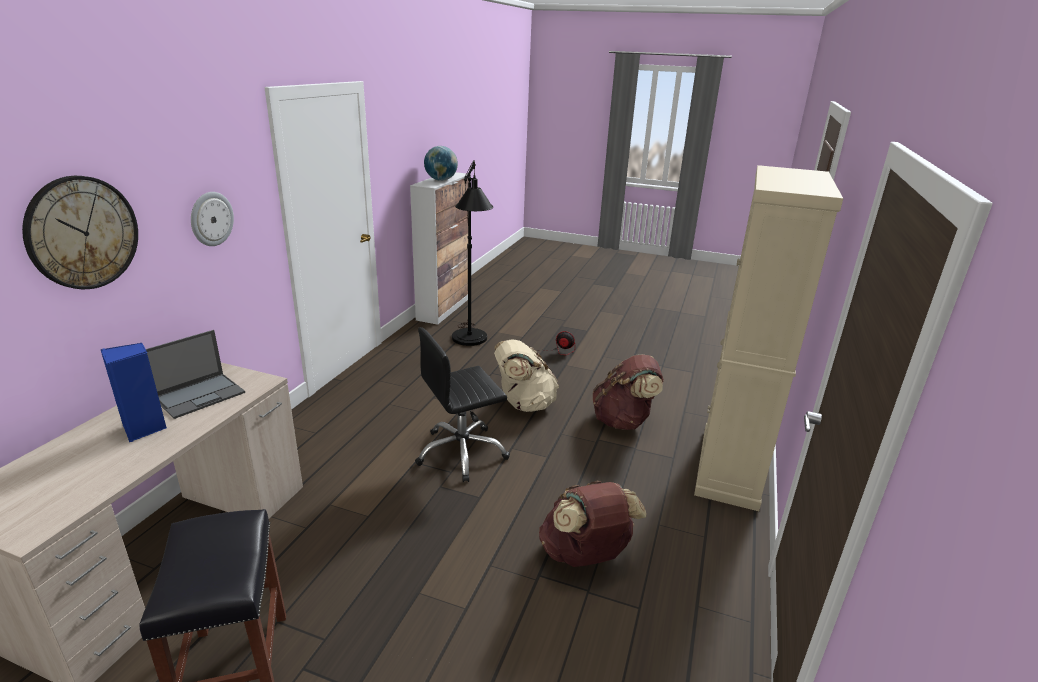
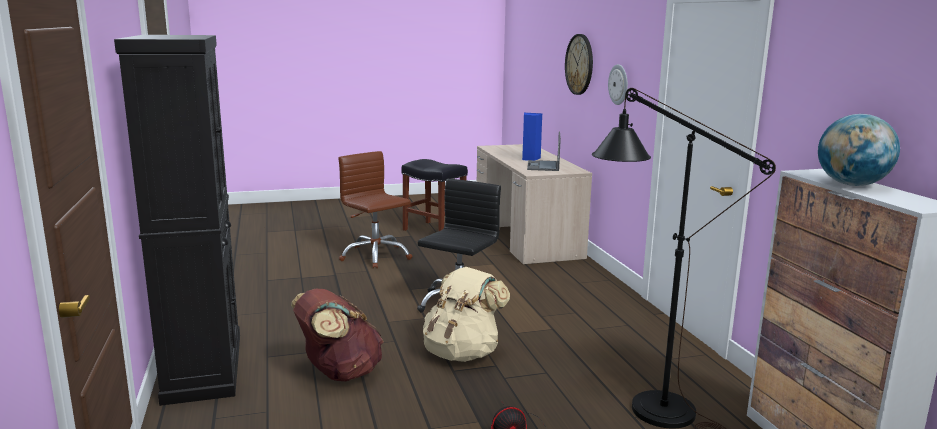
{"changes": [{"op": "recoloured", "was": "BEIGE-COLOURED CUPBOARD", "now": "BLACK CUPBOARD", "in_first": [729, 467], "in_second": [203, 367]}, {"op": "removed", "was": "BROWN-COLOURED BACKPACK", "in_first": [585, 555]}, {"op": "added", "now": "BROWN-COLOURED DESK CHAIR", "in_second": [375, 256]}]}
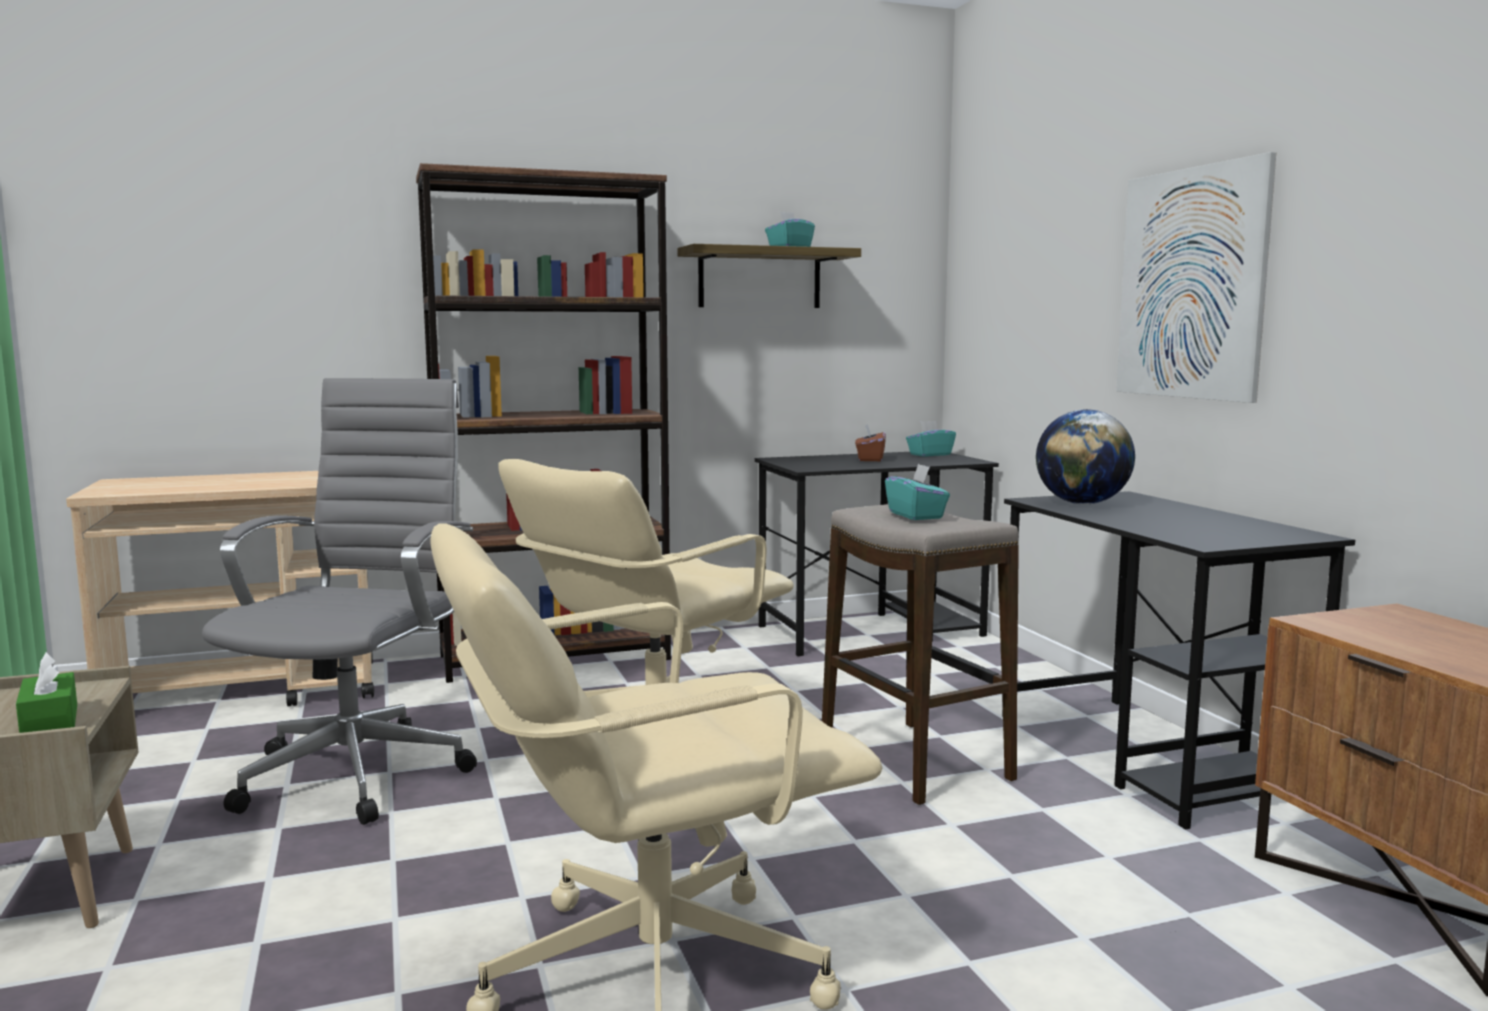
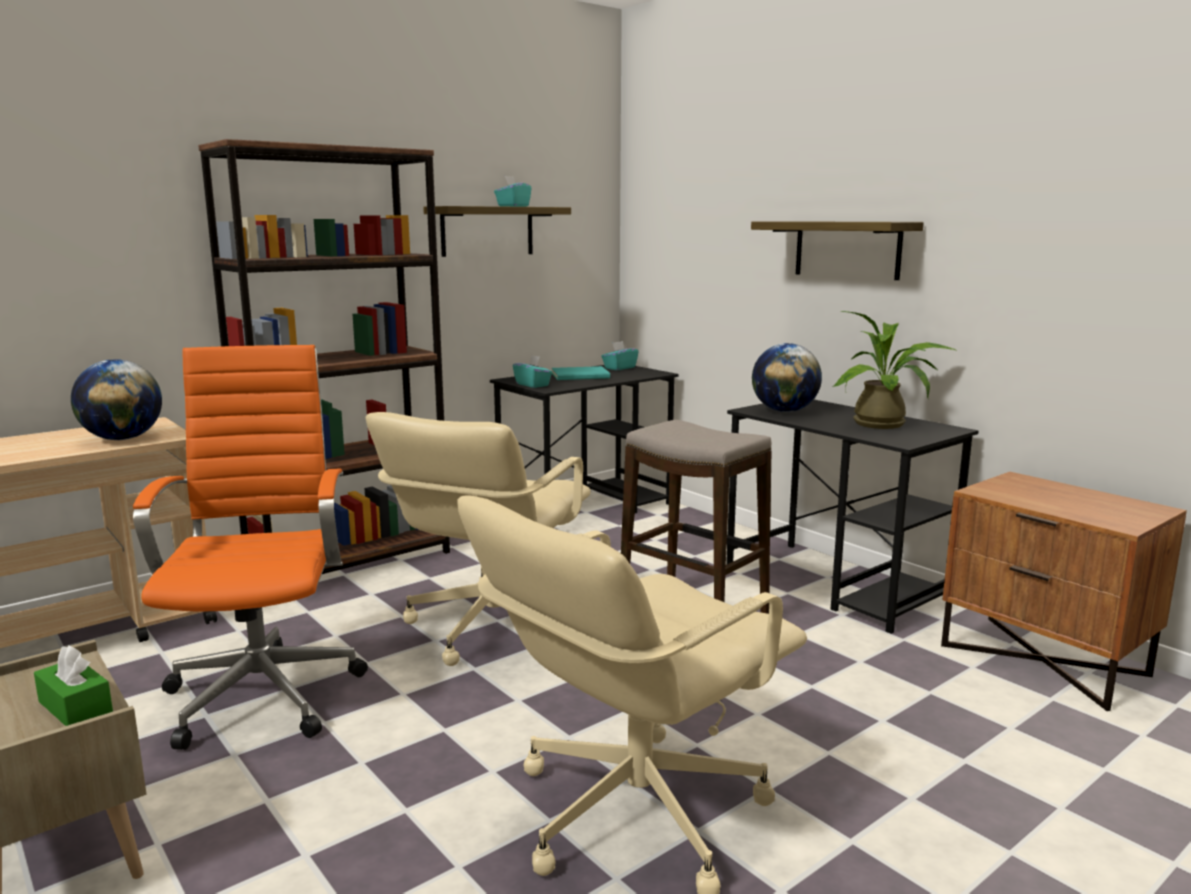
{"changes": [{"op": "replaced", "was": "PICTURE", "now": "SHELF", "in_first": [1191, 284], "in_second": [847, 249]}, {"op": "recoloured", "was": "GREYISH DESK CHAIR", "now": "ORANGEY DESK CHAIR", "in_first": [360, 771], "in_second": [265, 692]}, {"op": "replaced", "was": "BROWN-COLOURED TISSUE HOLDER", "now": "TURQUOISE BOUND BOOK", "in_first": [870, 459], "in_second": [582, 376]}, {"op": "moved", "was": "TURQUOISE TISSUE HOLDER", "in_first": [916, 515], "in_second": [532, 385]}, {"op": "added", "now": "POTTED PLANT", "in_second": [886, 425]}, {"op": "added", "now": "DESK GLOBE", "in_second": [122, 439]}]}
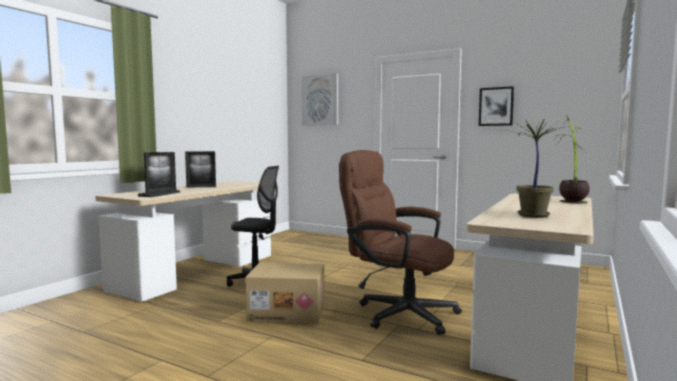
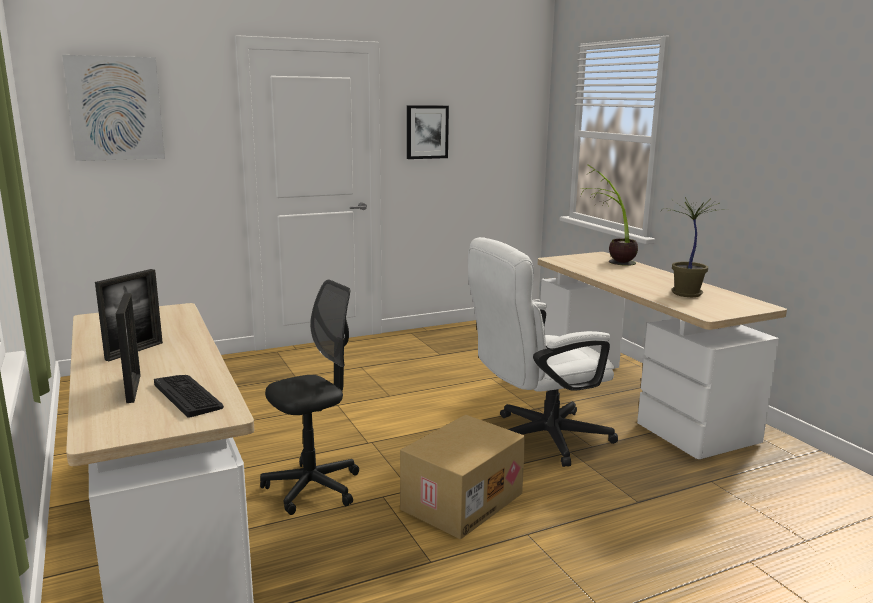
{"changes": [{"op": "recoloured", "was": "BROWN-COLOURED DESK CHAIR", "now": "WHITE DESK CHAIR", "in_first": [398, 312], "in_second": [537, 438]}]}
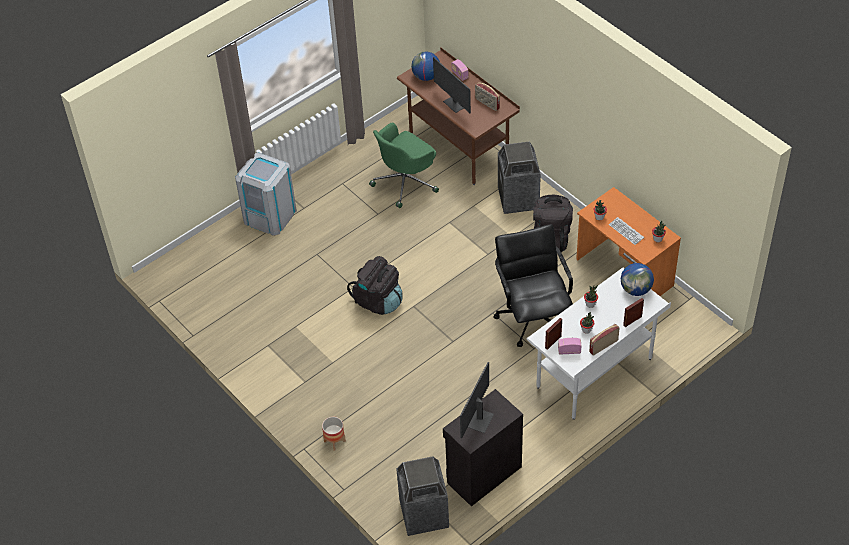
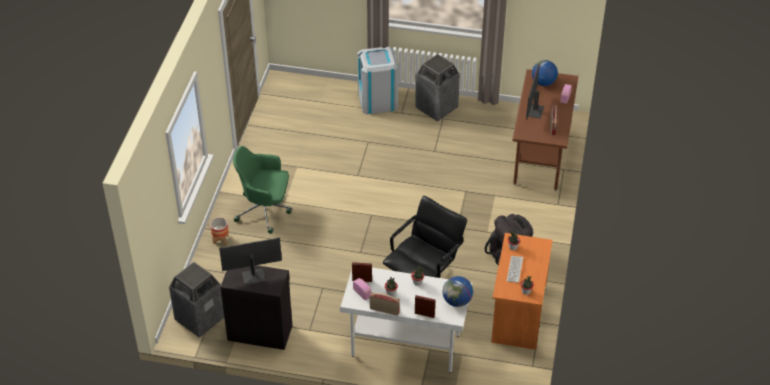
{"changes": [{"op": "moved", "was": "GREEN-COLOURED DESK CHAIR", "in_first": [405, 182], "in_second": [265, 210]}, {"op": "moved", "was": "TRASH CAN", "in_first": [518, 199], "in_second": [436, 108]}, {"op": "removed", "was": "BLACK BACKPACK", "in_first": [378, 301]}]}
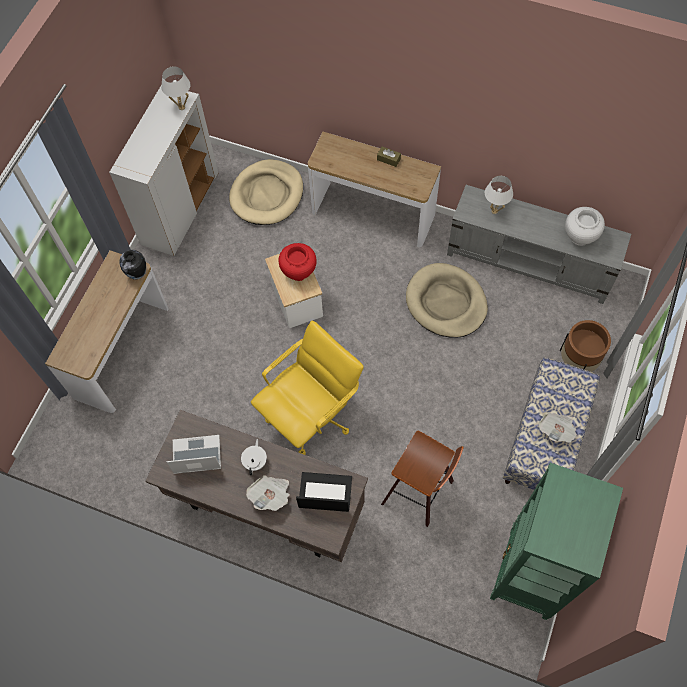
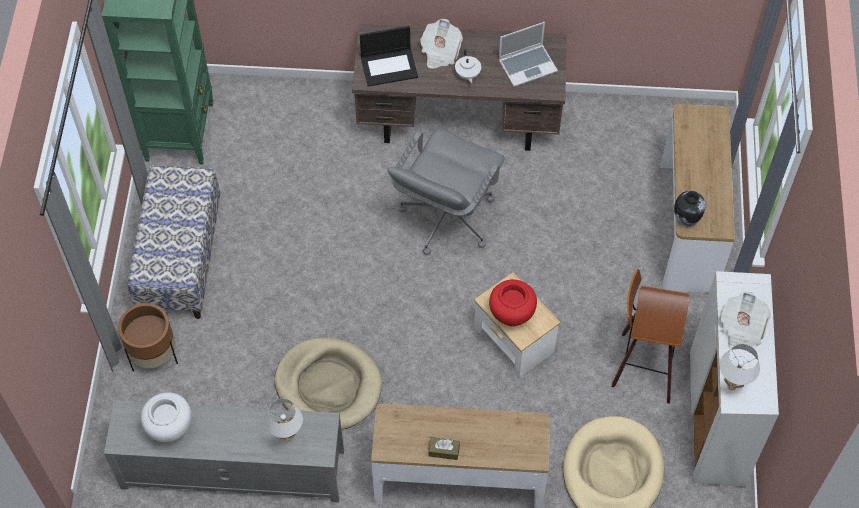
{"changes": [{"op": "recoloured", "was": "YELLOWISH DESK CHAIR", "now": "GREYISH DESK CHAIR", "in_first": [311, 415], "in_second": [446, 218]}, {"op": "moved", "was": "NEWSPAPER", "in_first": [557, 430], "in_second": [741, 328]}, {"op": "moved", "was": "STOOL SEAT", "in_first": [420, 491], "in_second": [643, 365]}]}
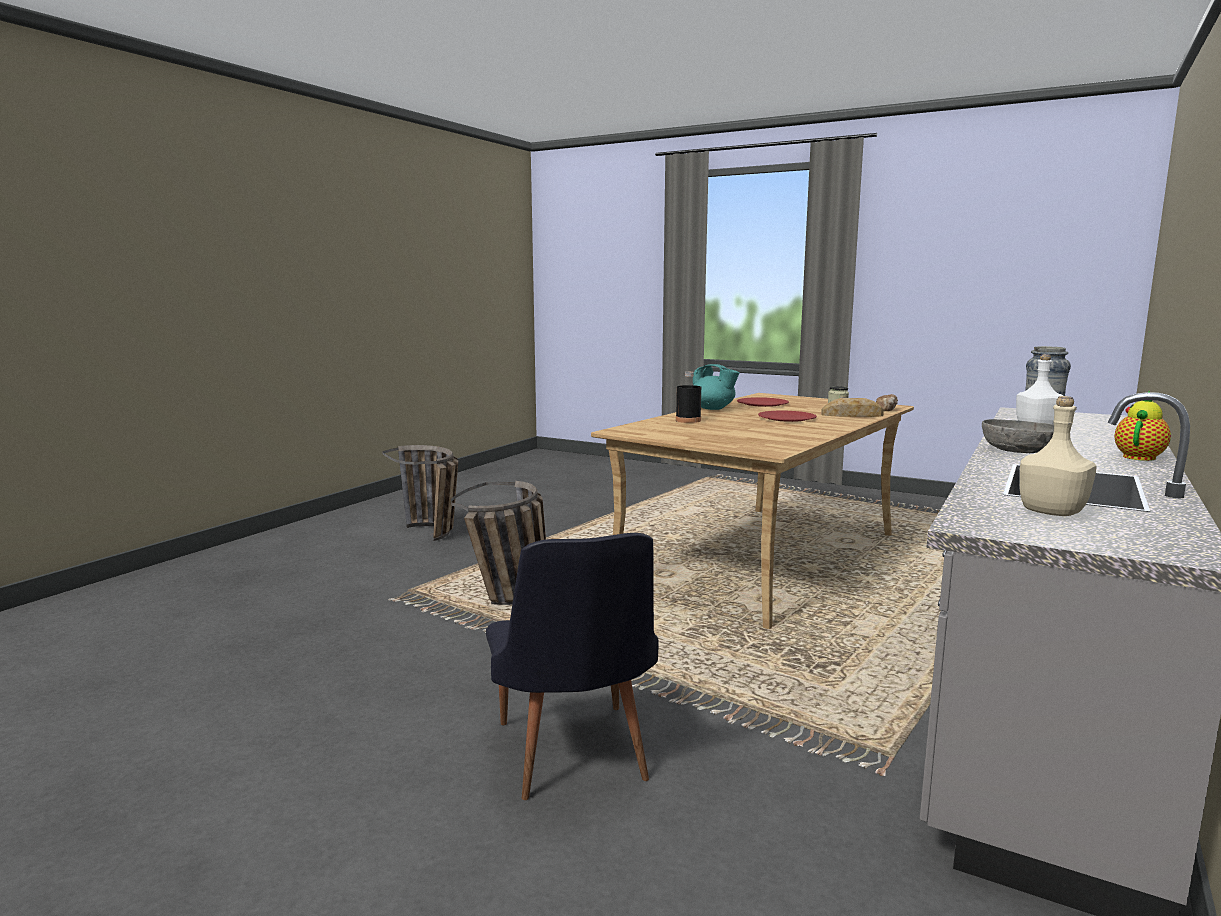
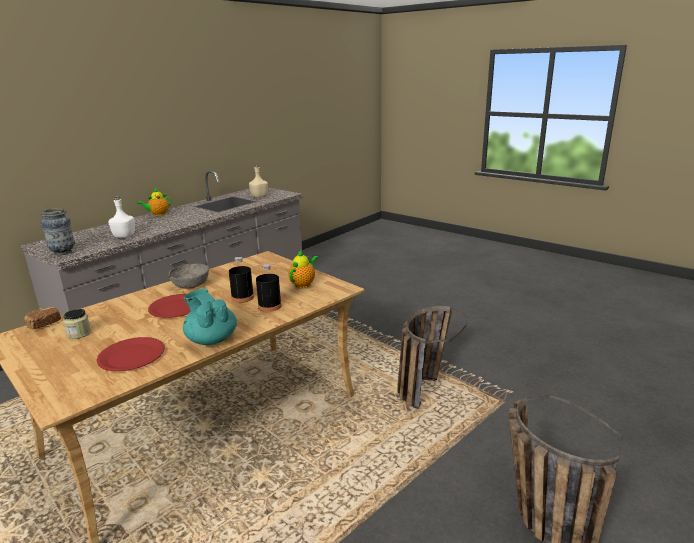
{"changes": [{"op": "removed", "was": "BREAD", "in_first": [852, 415]}, {"op": "moved", "was": "GREYISH SERVING BOWL", "in_first": [1018, 451], "in_second": [190, 285]}, {"op": "removed", "was": "BLACK PLAIN CHAIR", "in_first": [573, 760]}, {"op": "added", "now": "POT FOR TEA", "in_second": [303, 284]}, {"op": "added", "now": "BLACK BEVERAGE BOTTLE", "in_second": [242, 297]}]}
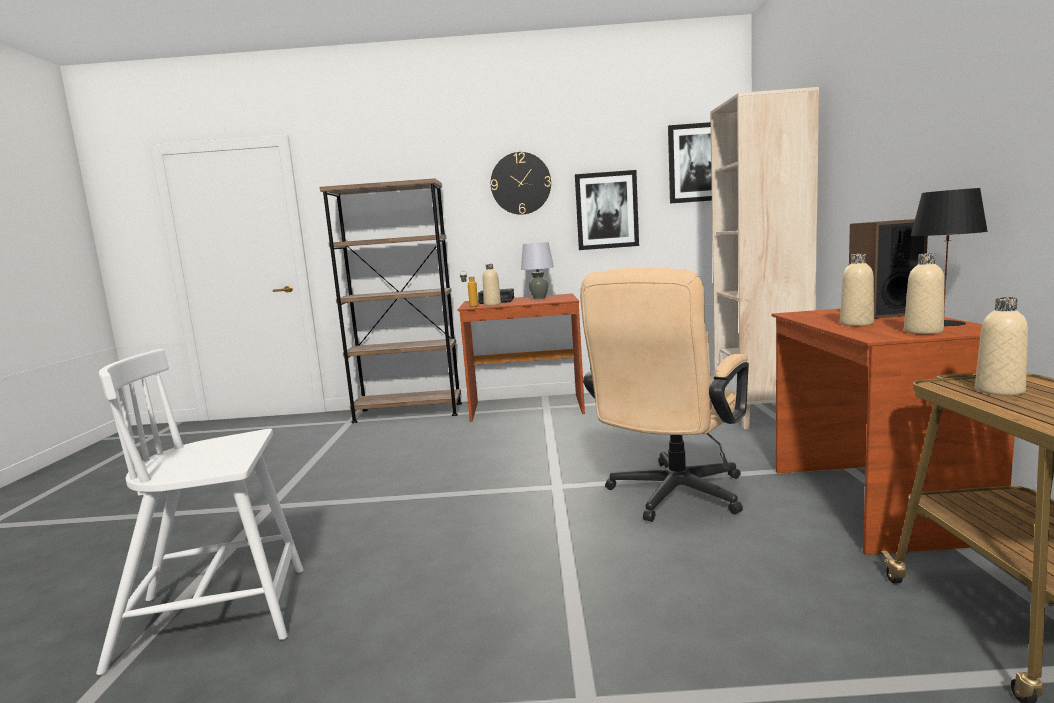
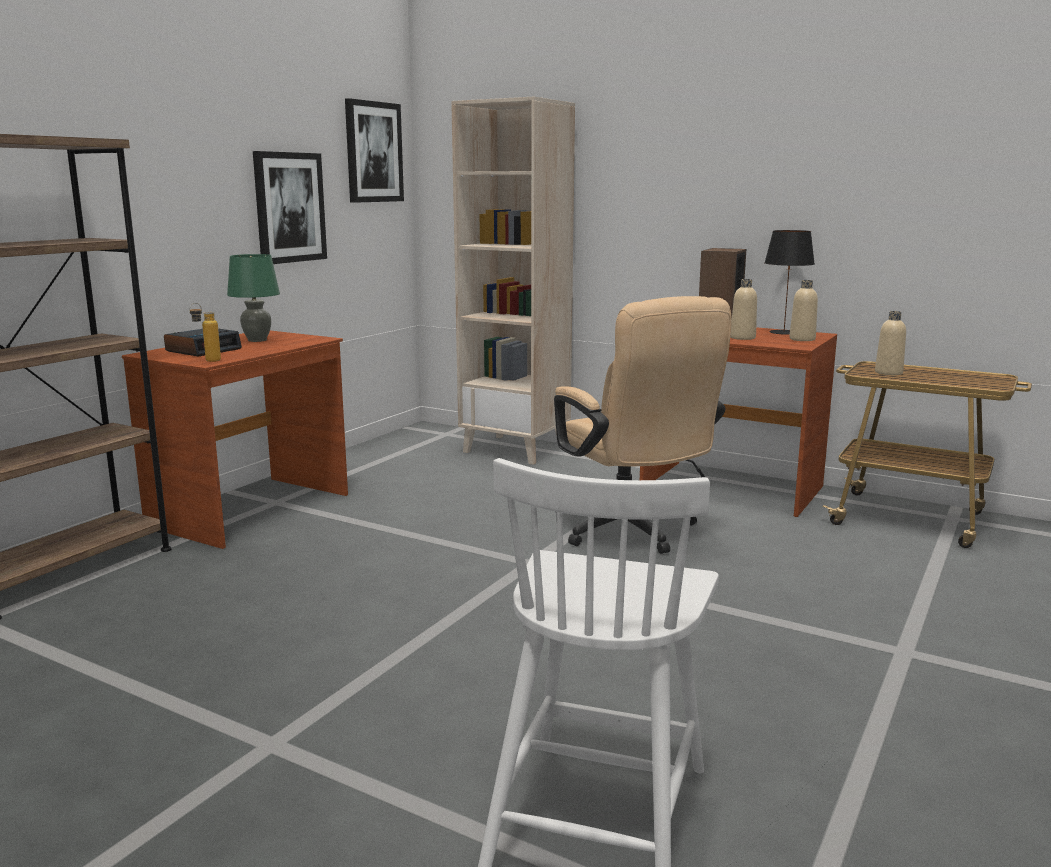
{"changes": [{"op": "removed", "was": "HANGING CLOCK", "in_first": [520, 183]}, {"op": "recoloured", "was": "GREYISH TABLE LAMP", "now": "GREEN-COLOURED TABLE LAMP", "in_first": [539, 298], "in_second": [257, 340]}, {"op": "removed", "was": "BEIGE-COLOURED BEVERAGE BOTTLE", "in_first": [492, 304]}]}
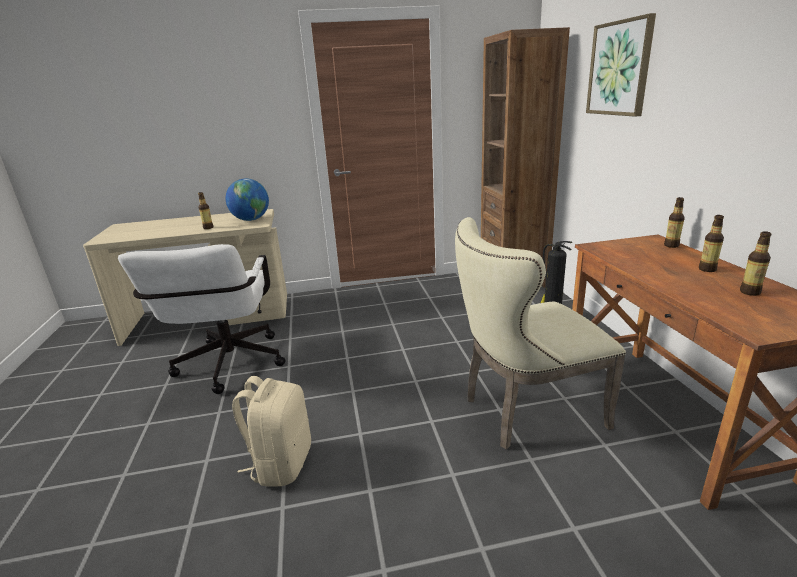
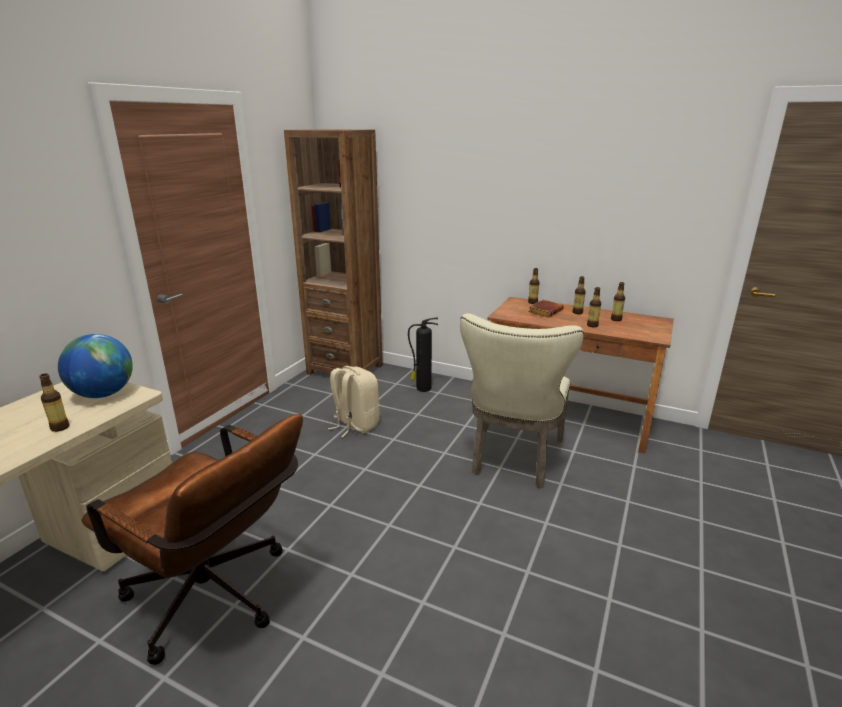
{"changes": [{"op": "removed", "was": "PICTURE", "in_first": [619, 68]}, {"op": "recoloured", "was": "WHITE DESK CHAIR", "now": "BROWN-COLOURED DESK CHAIR", "in_first": [228, 368], "in_second": [217, 600]}, {"op": "moved", "was": "BEIGE-COLOURED BACKPACK", "in_first": [281, 463], "in_second": [355, 425]}, {"op": "added", "now": "BEVERAGE BOTTLE", "in_second": [592, 325]}, {"op": "added", "now": "BROWN-COLOURED BOUND BOOK", "in_second": [545, 311]}]}
